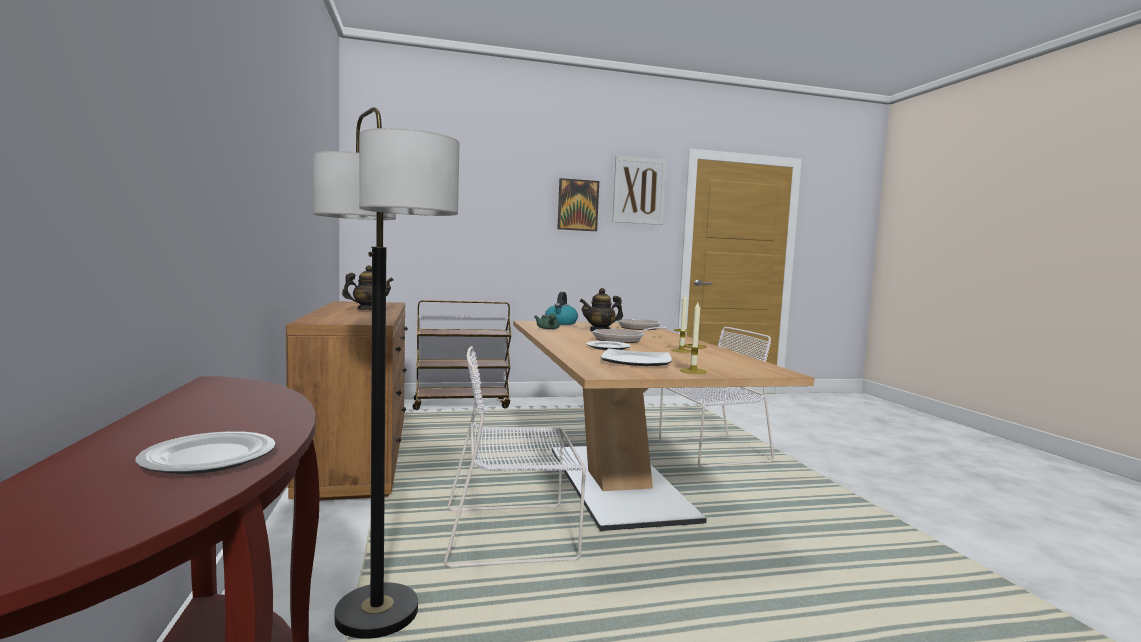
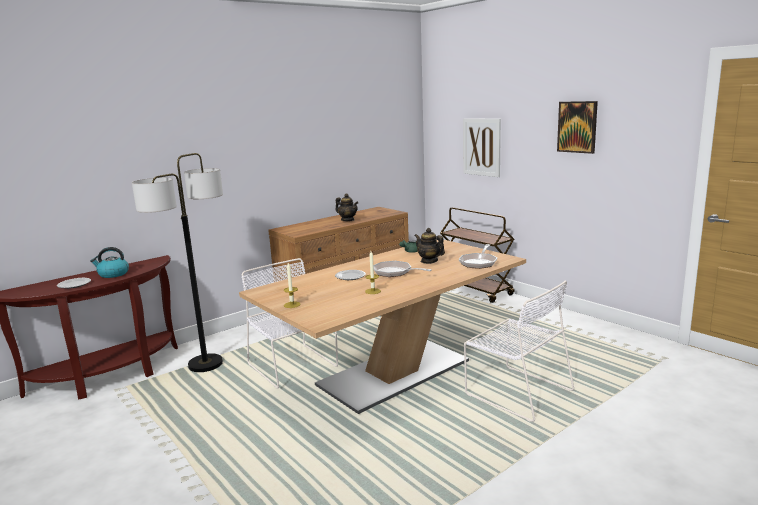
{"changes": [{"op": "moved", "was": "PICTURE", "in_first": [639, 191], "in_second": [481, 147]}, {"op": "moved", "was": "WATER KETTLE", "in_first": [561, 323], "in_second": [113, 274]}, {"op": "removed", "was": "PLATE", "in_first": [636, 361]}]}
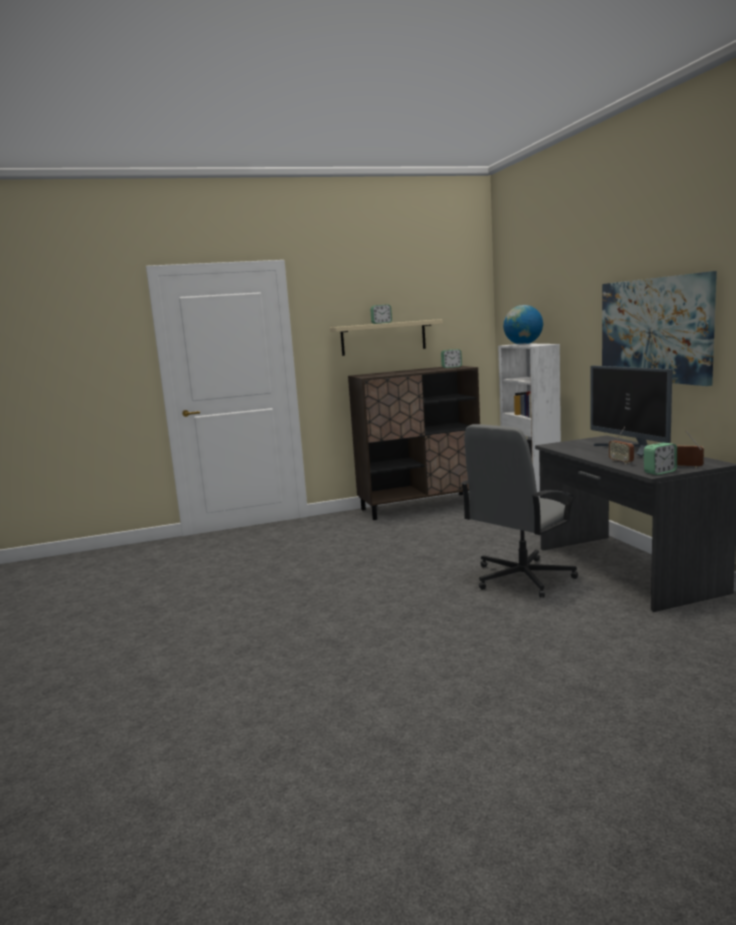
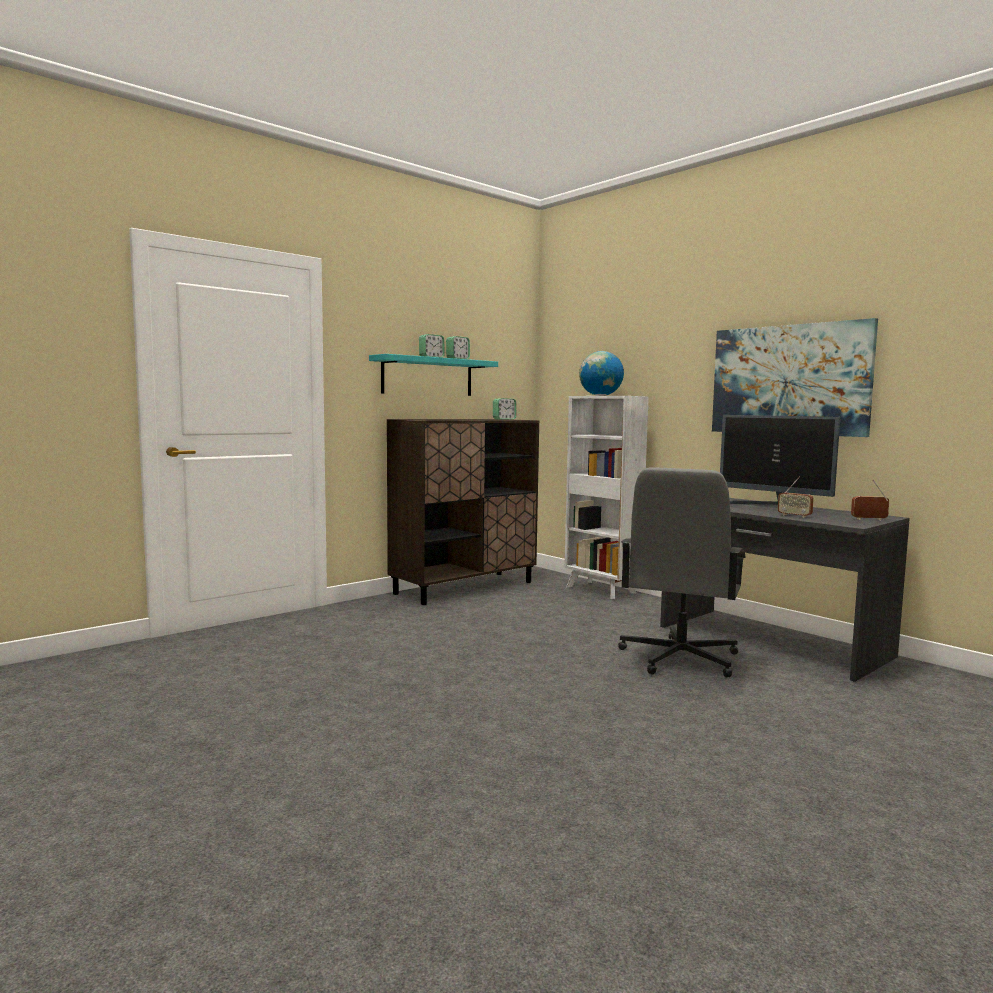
{"changes": [{"op": "recoloured", "was": "BEIGE-COLOURED SHELF", "now": "TURQUOISE SHELF", "in_first": [383, 337], "in_second": [427, 376]}, {"op": "moved", "was": "ALARM CLOCK", "in_first": [660, 472], "in_second": [458, 359]}]}
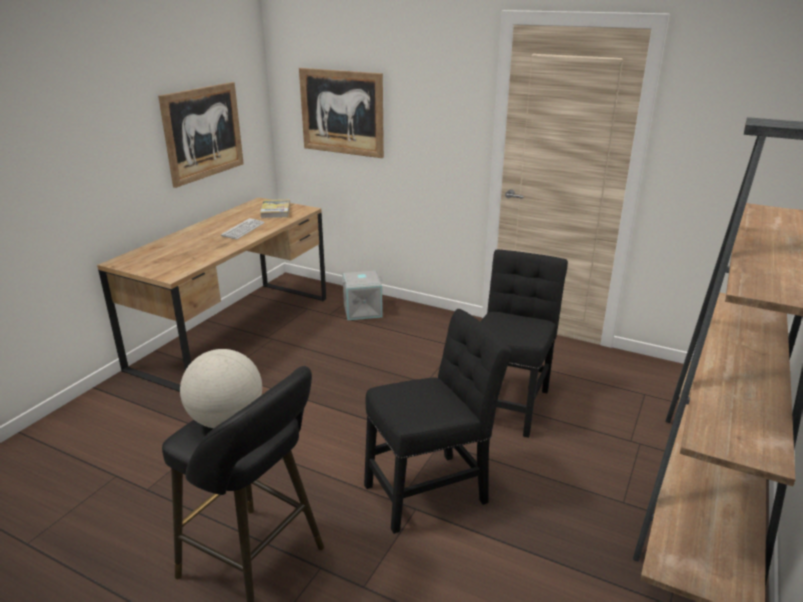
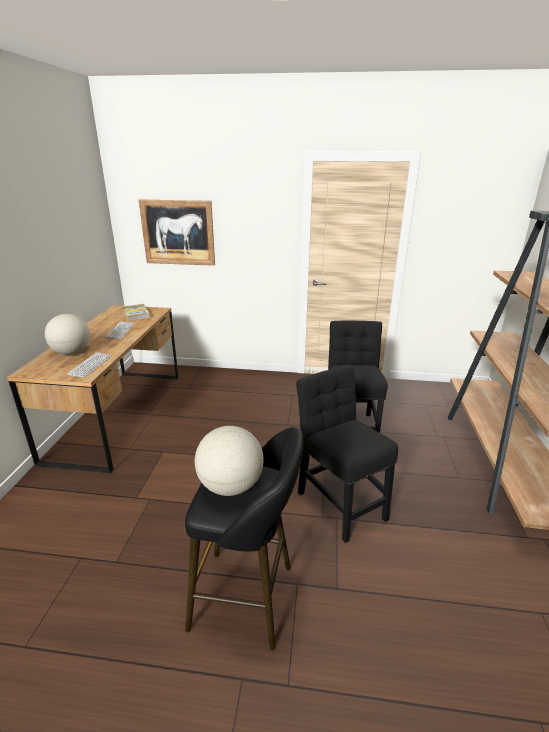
{"changes": [{"op": "removed", "was": "PICTURE", "in_first": [203, 132]}, {"op": "removed", "was": "GREYISH STORAGE BIN", "in_first": [363, 310]}, {"op": "turned", "was": "BLACK PLAIN CHAIR", "in_first": [431, 490], "in_second": [339, 502], "clockwise": -75}, {"op": "added", "now": "DESK GLOBE", "in_second": [72, 353]}, {"op": "added", "now": "PC KEYBOARD", "in_second": [90, 365]}]}
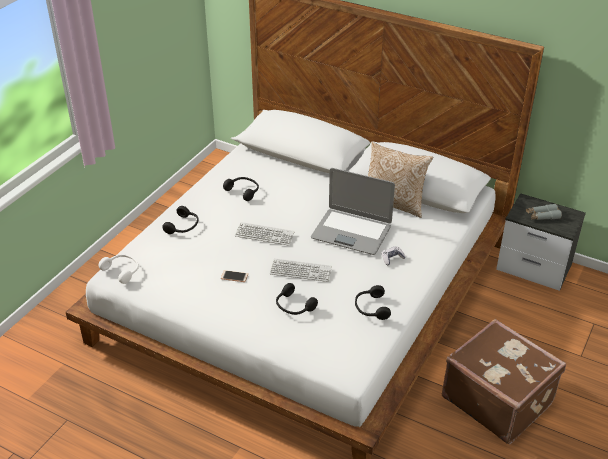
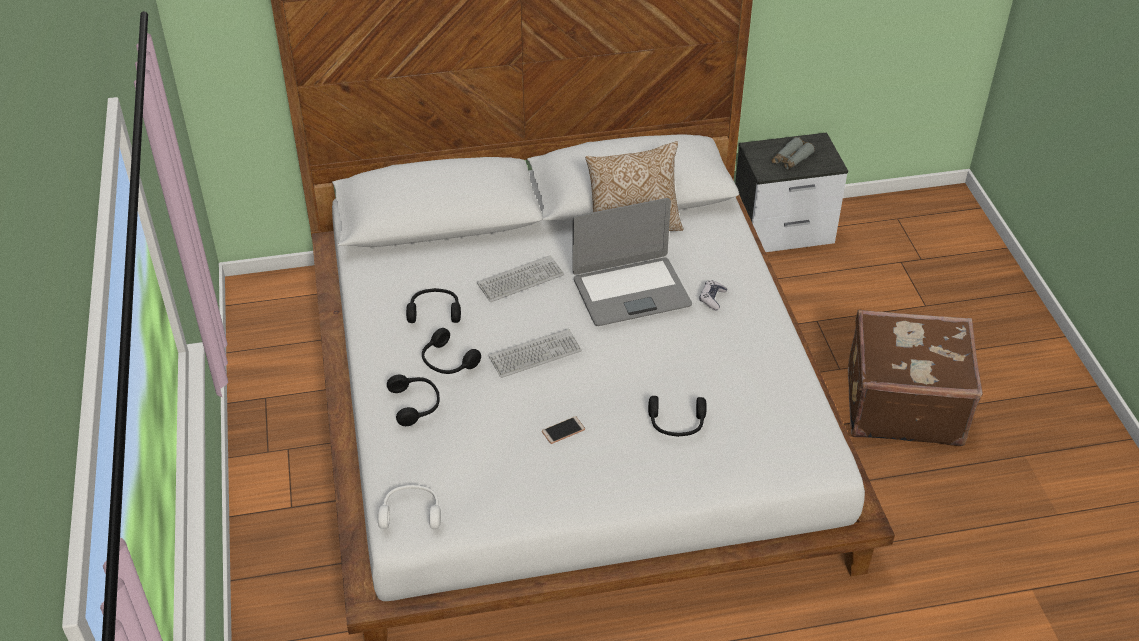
{"changes": [{"op": "moved", "was": "PC KEYBOARD", "in_first": [300, 271], "in_second": [520, 280]}, {"op": "moved", "was": "BLACK HEADPHONES", "in_first": [371, 308], "in_second": [447, 362]}]}
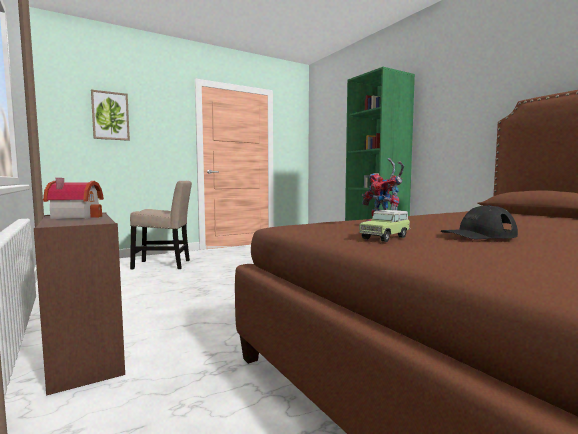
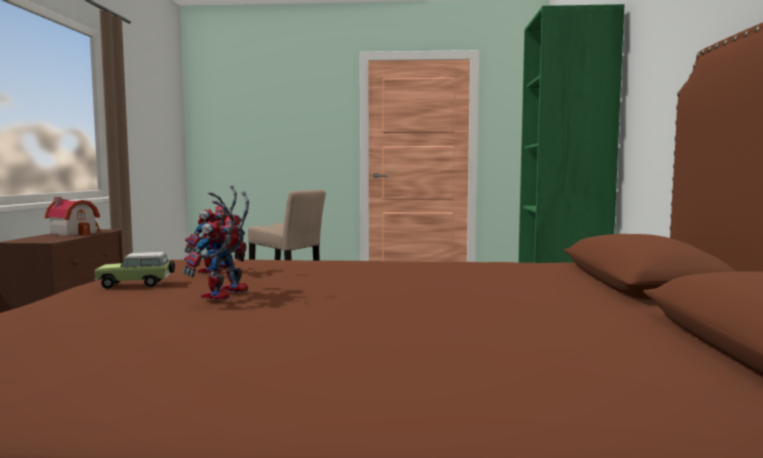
{"changes": [{"op": "removed", "was": "PICTURE", "in_first": [110, 116]}, {"op": "replaced", "was": "BLACK BASEBALL CAP", "now": "TOY ROBOT", "in_first": [478, 235], "in_second": [225, 295]}]}
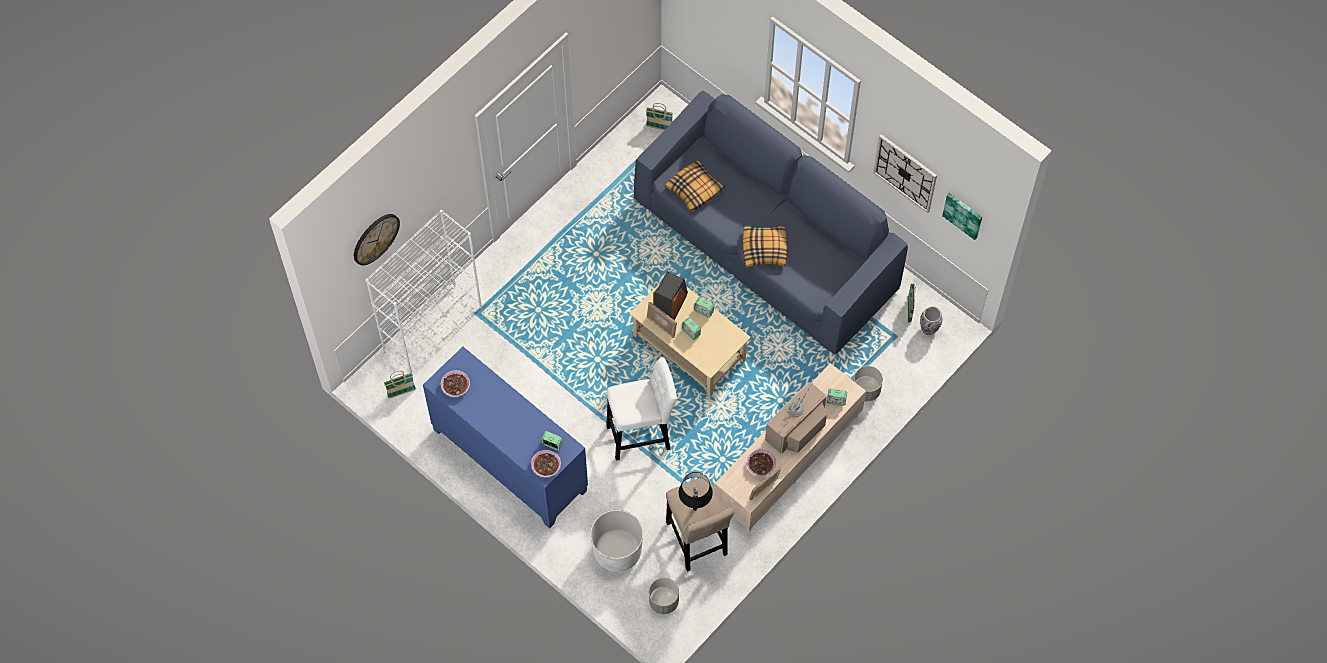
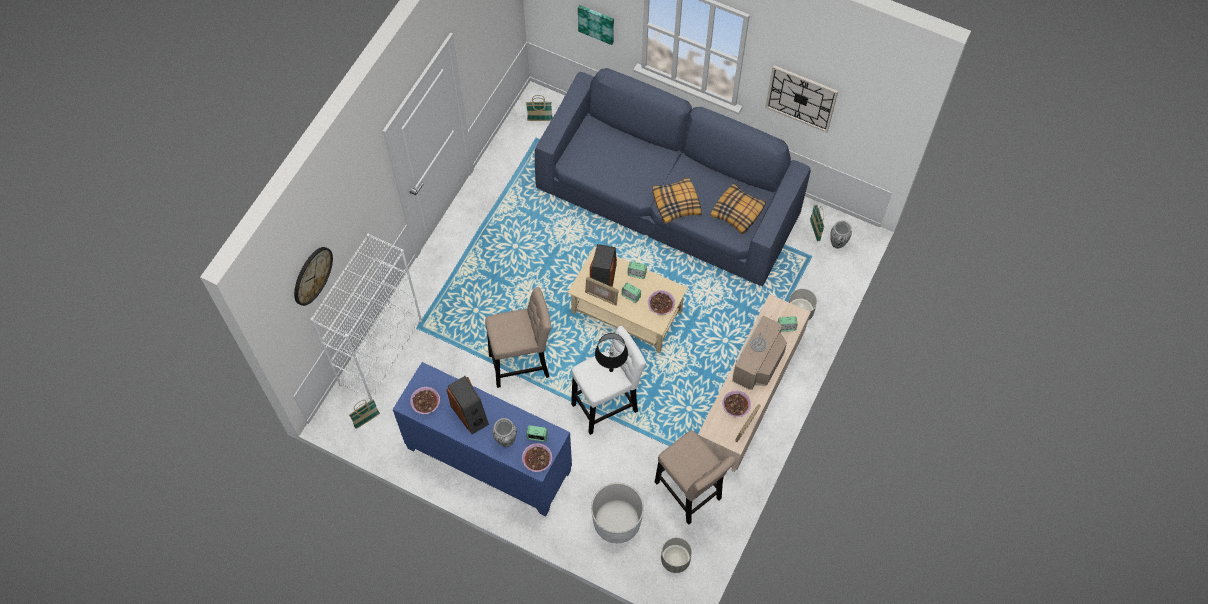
{"changes": [{"op": "moved", "was": "THROW PILLOW", "in_first": [695, 190], "in_second": [738, 212]}, {"op": "moved", "was": "PICTURE", "in_first": [963, 215], "in_second": [596, 23]}, {"op": "moved", "was": "BLACK TABLE LAMP", "in_first": [695, 508], "in_second": [611, 370]}, {"op": "added", "now": "BEIGE-COLOURED STOOL SEAT", "in_second": [522, 364]}, {"op": "added", "now": "SERVING BOWL", "in_second": [660, 305]}, {"op": "added", "now": "SPEAKER", "in_second": [470, 414]}, {"op": "added", "now": "DECORATIVE VASE", "in_second": [506, 440]}]}
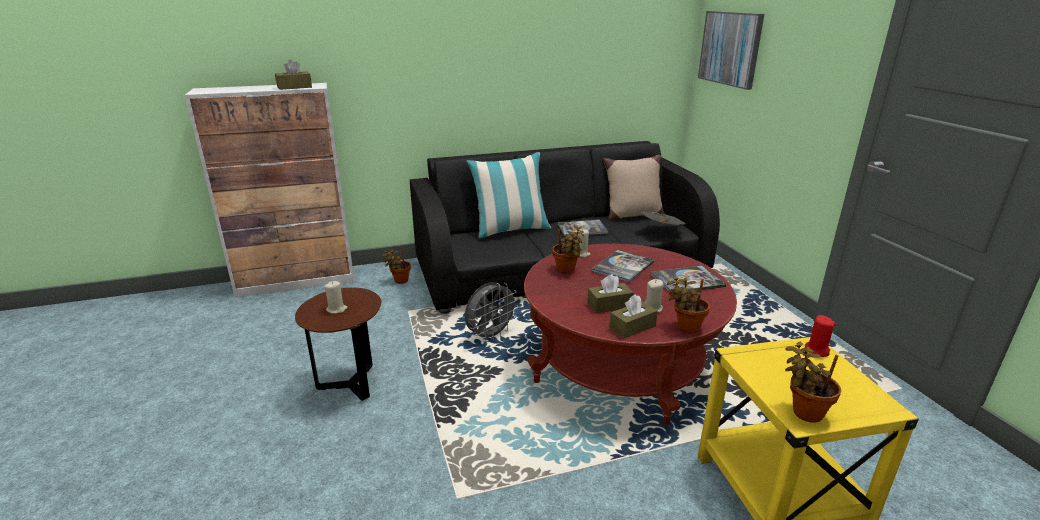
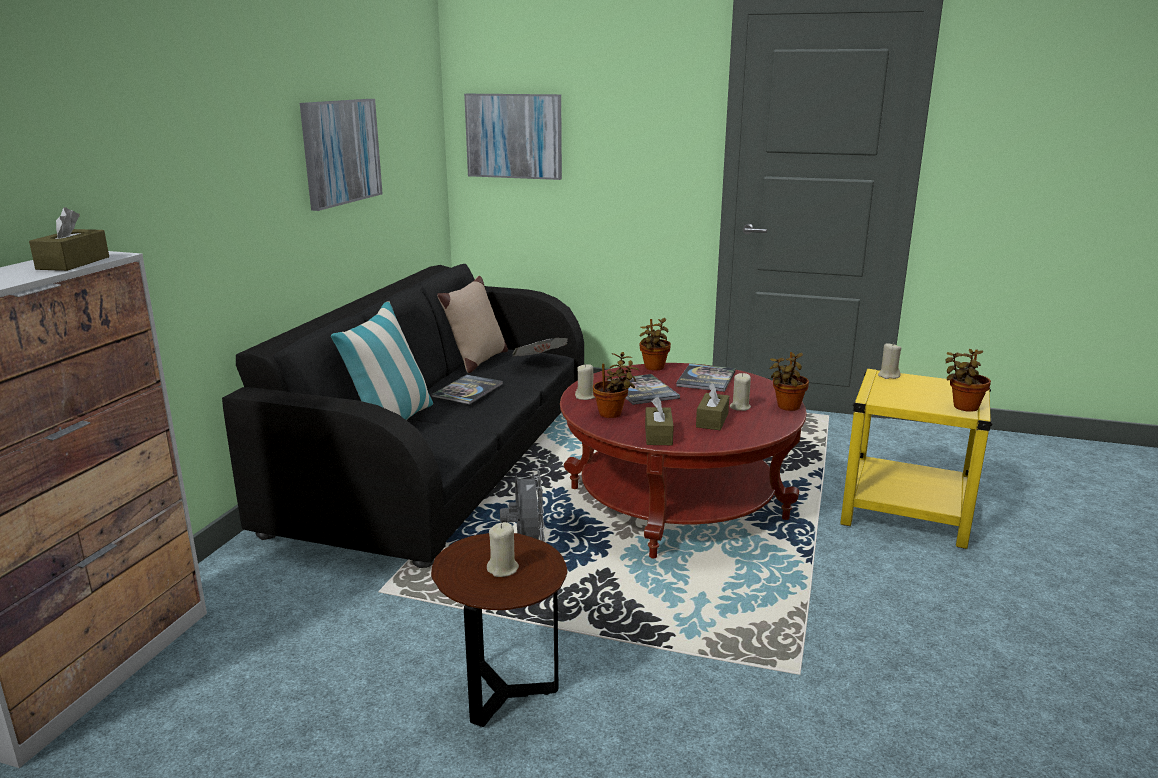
{"changes": [{"op": "moved", "was": "POTTED PLANT", "in_first": [399, 281], "in_second": [654, 368]}, {"op": "moved", "was": "BROWN-COLOURED TISSUE HOLDER", "in_first": [632, 327], "in_second": [658, 435]}, {"op": "recoloured", "was": "RED-COLOURED WAX LIGHT", "now": "BEIGE-COLOURED WAX LIGHT", "in_first": [816, 350], "in_second": [888, 376]}, {"op": "added", "now": "PICTURE", "in_second": [340, 152]}]}
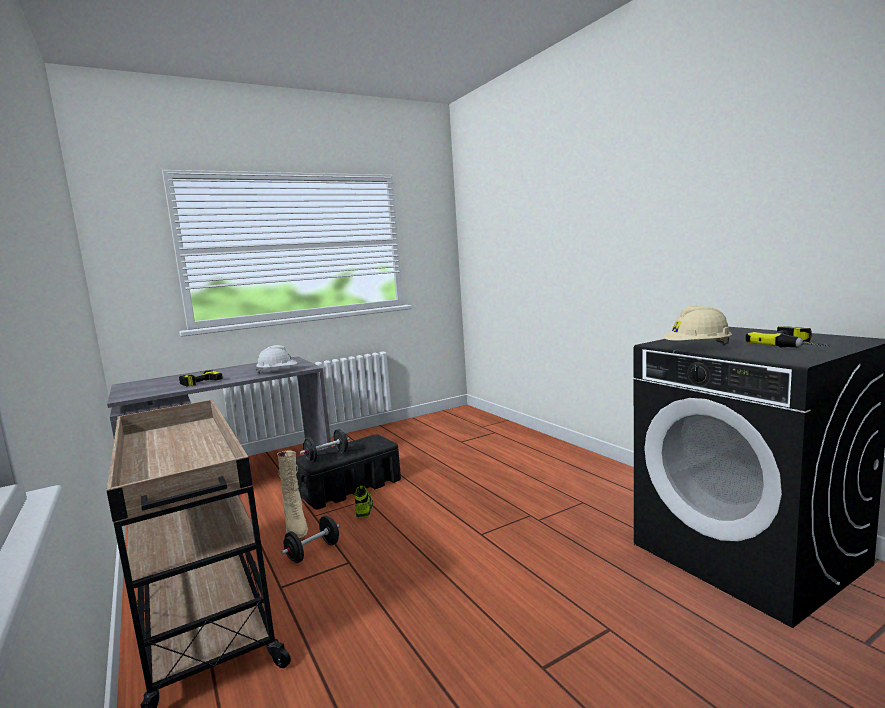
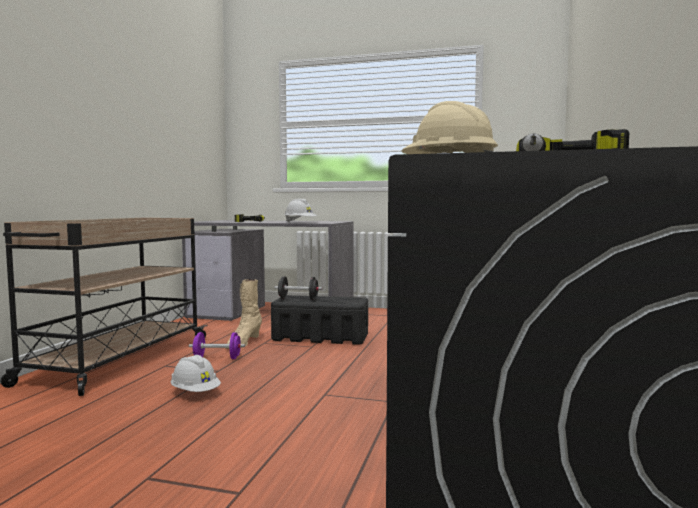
{"changes": [{"op": "removed", "was": "ITEM OF FOOTWEAR", "in_first": [364, 509]}, {"op": "recoloured", "was": "BLACK DUMBBELL", "now": "PURPLE-COLOURED DUMBBELL", "in_first": [313, 552], "in_second": [217, 358]}, {"op": "added", "now": "WHITE HARD HAT", "in_second": [195, 393]}]}
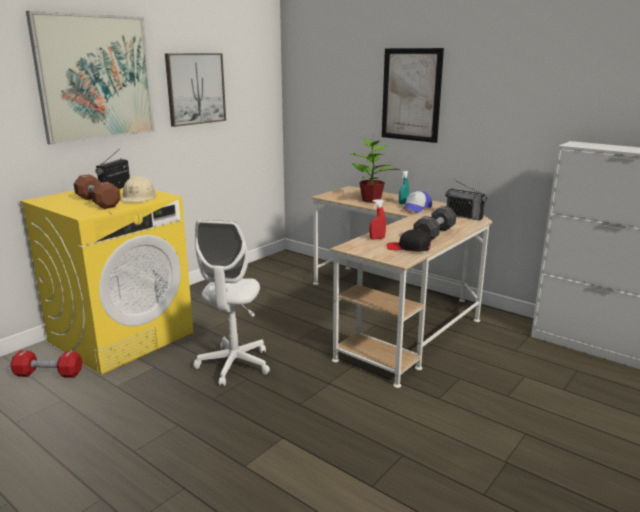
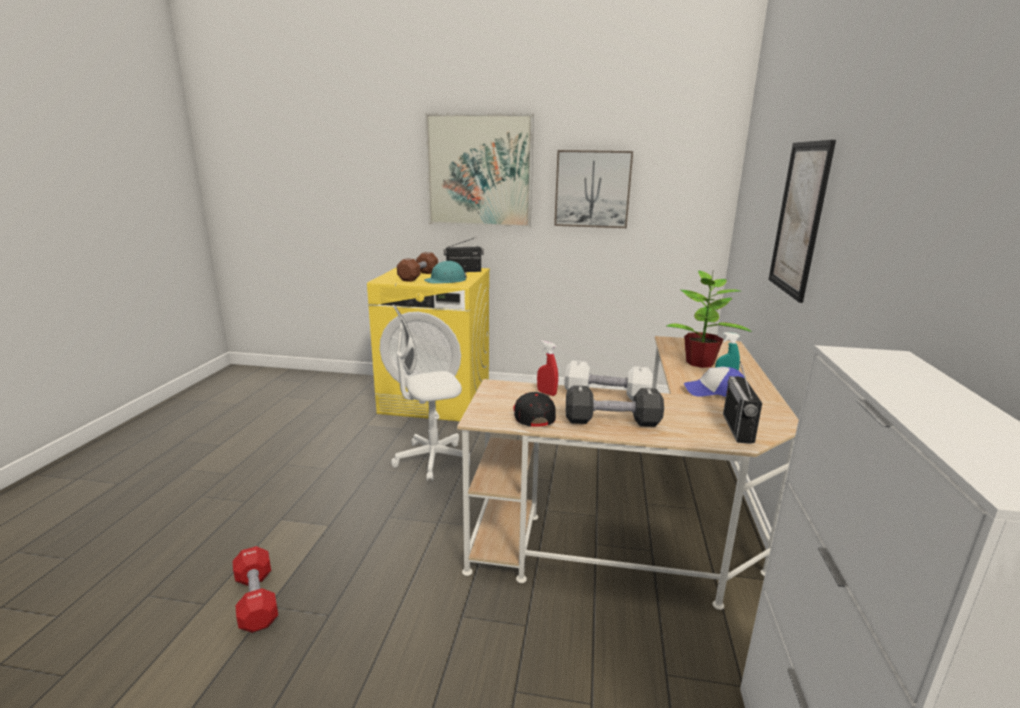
{"changes": [{"op": "recoloured", "was": "BEIGE-COLOURED HARD HAT", "now": "TURQUOISE HARD HAT", "in_first": [139, 197], "in_second": [446, 280]}, {"op": "moved", "was": "RED-COLOURED DUMBBELL", "in_first": [48, 374], "in_second": [256, 600]}, {"op": "added", "now": "WHITE DUMBBELL", "in_second": [606, 395]}]}
